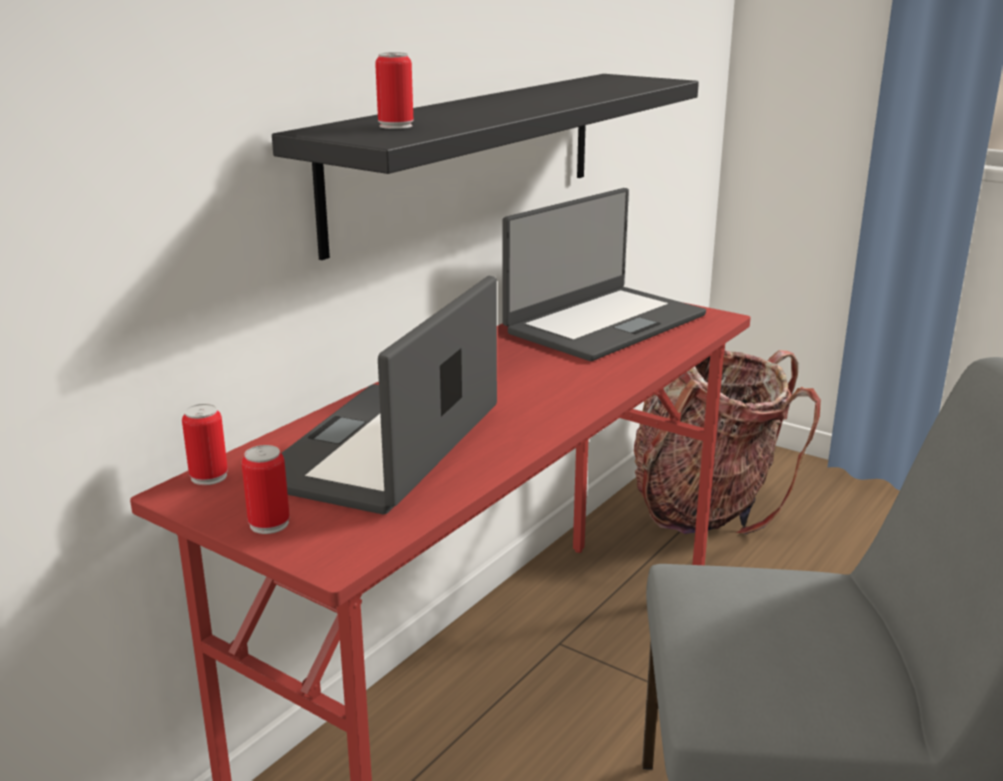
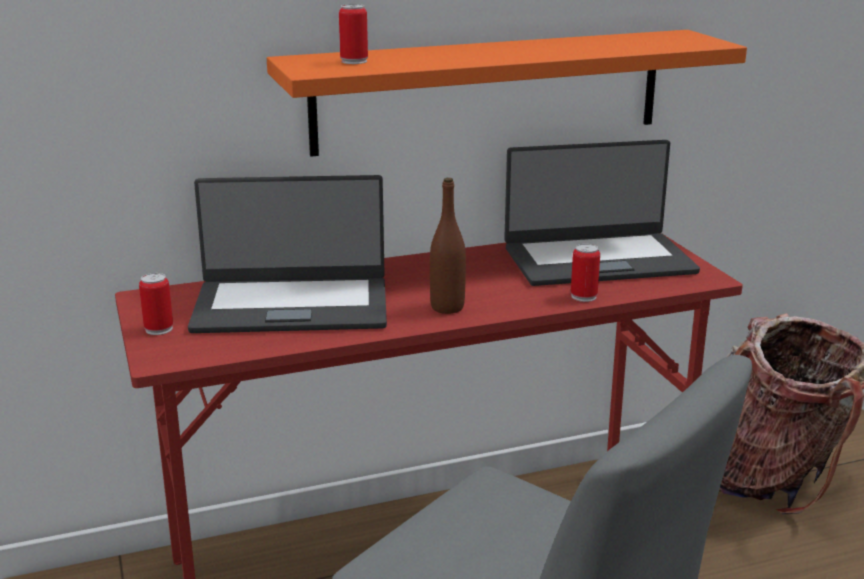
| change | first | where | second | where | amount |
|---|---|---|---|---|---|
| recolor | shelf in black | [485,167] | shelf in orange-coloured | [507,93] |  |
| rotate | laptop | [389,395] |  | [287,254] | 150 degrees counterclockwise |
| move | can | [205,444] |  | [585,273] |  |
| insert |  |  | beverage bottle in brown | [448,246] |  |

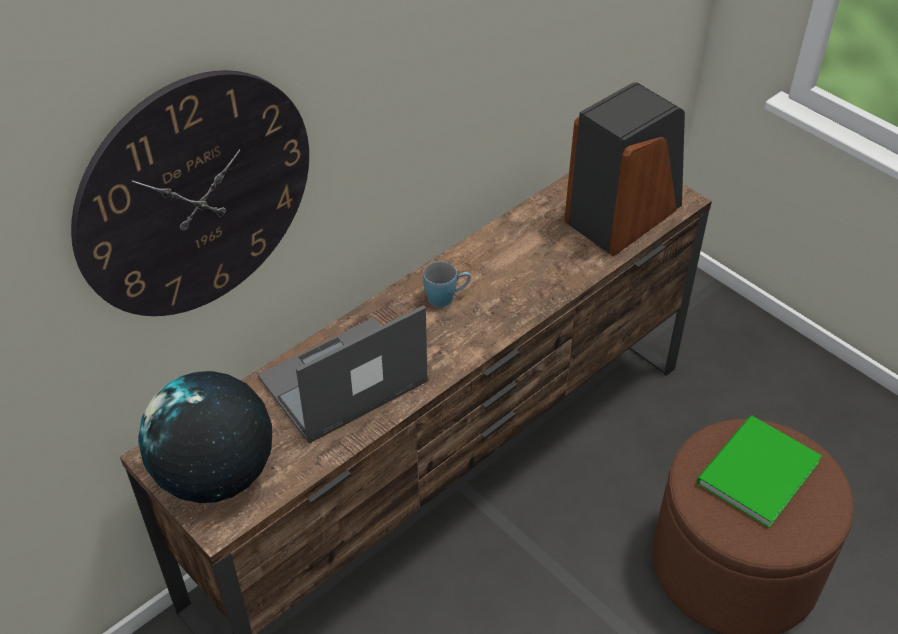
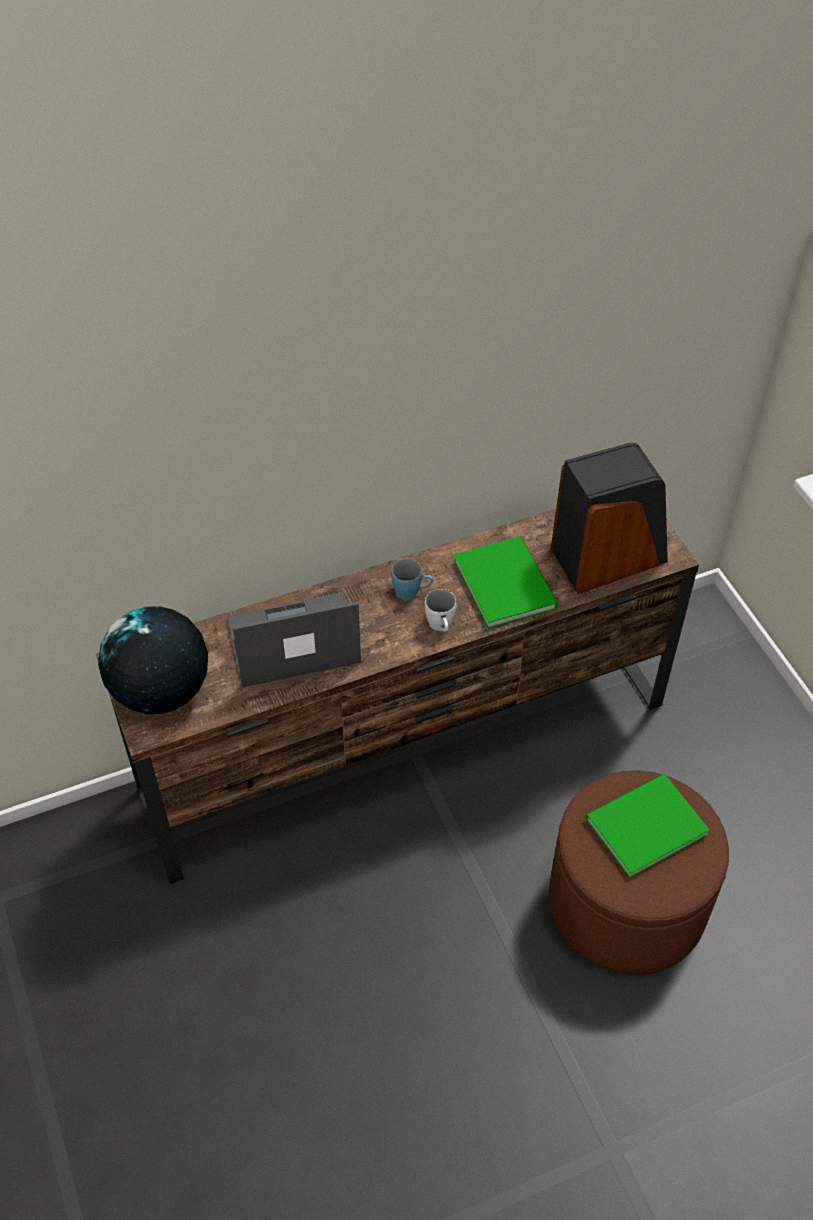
| change | first | where | second | where | amount |
|---|---|---|---|---|---|
| delete | clock on the wall | [190,193] |  |  |  |
| insert |  |  | book in green-coloured | [506,583] |  |
| insert |  |  | mug in white | [440,610] |  |

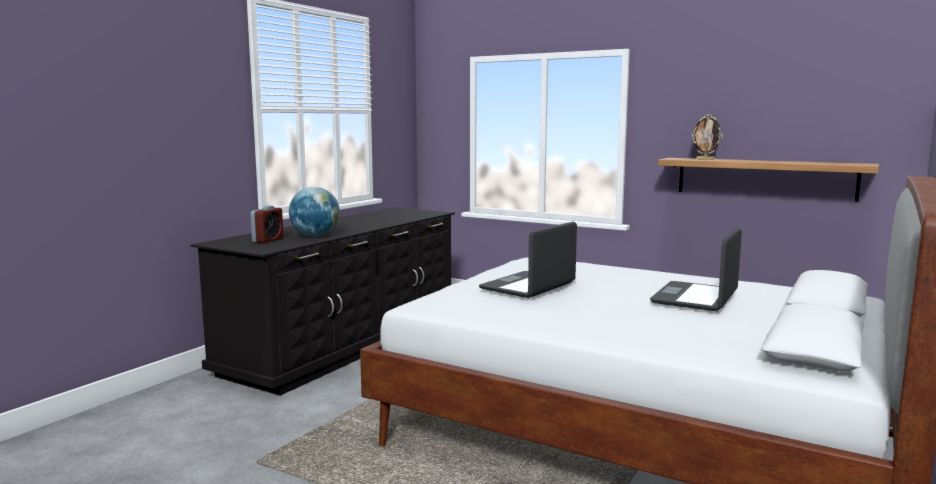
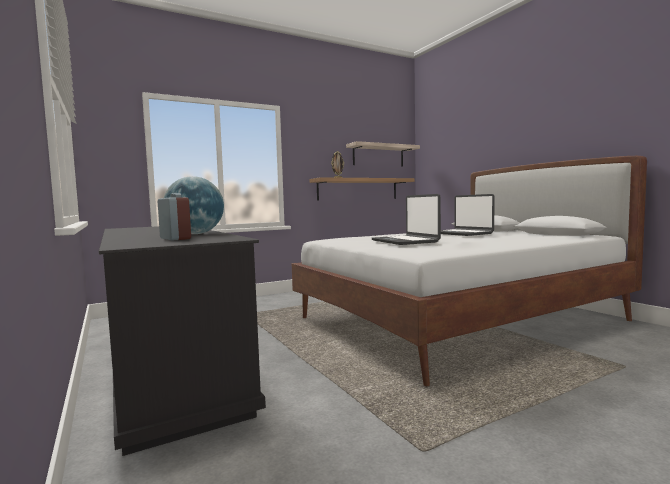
| change | first | where | second | where | amount |
|---|---|---|---|---|---|
| insert |  |  | shelf | [383,154] |  |

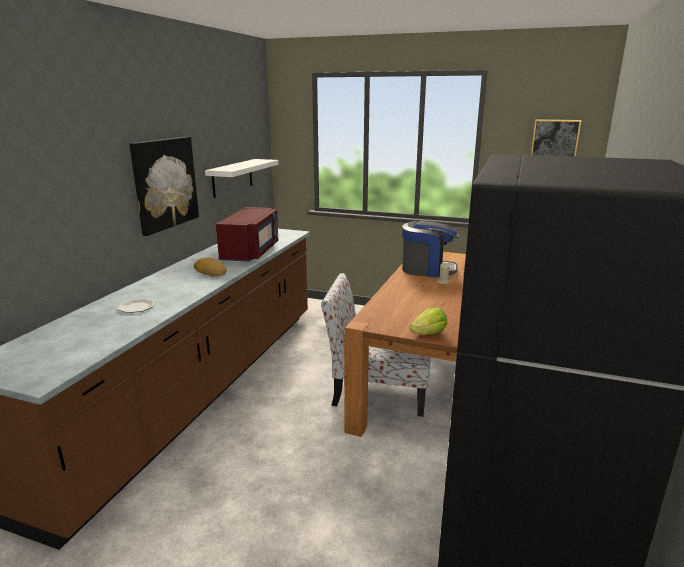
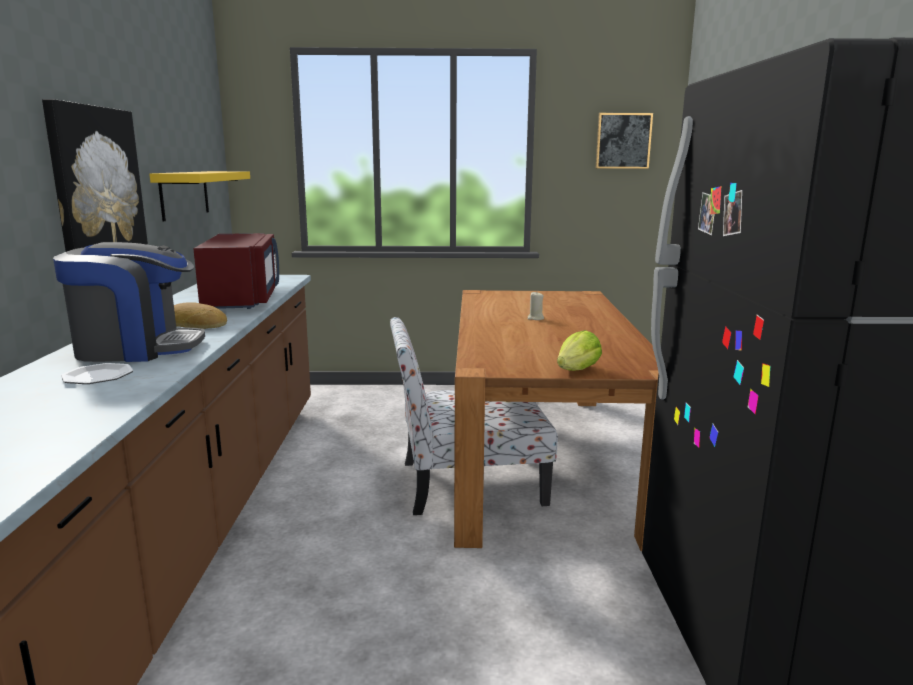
| change | first | where | second | where | amount |
|---|---|---|---|---|---|
| recolor | shelf in white | [242,178] | shelf in yellow | [199,196] |  |
| move | coffee brewer | [430,249] |  | [129,302] |  |

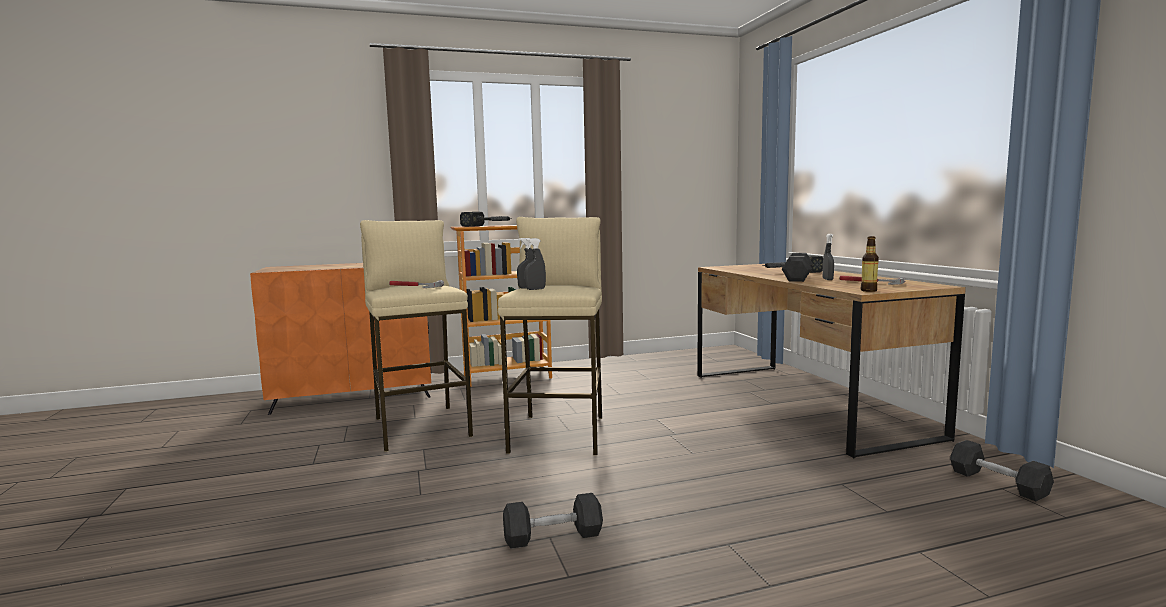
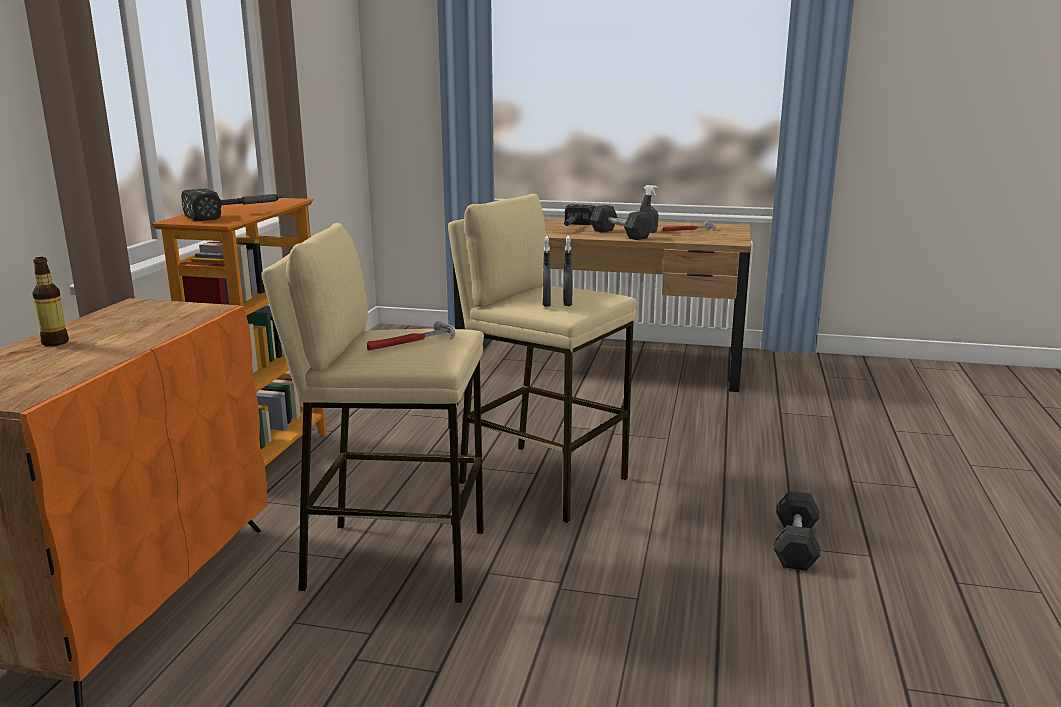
| change | first | where | second | where | amount |
|---|---|---|---|---|---|
| move | beverage bottle | [870,264] |  | [50,301] |  |
| delete | free weight in greyish | [1002,470] |  |  |  |

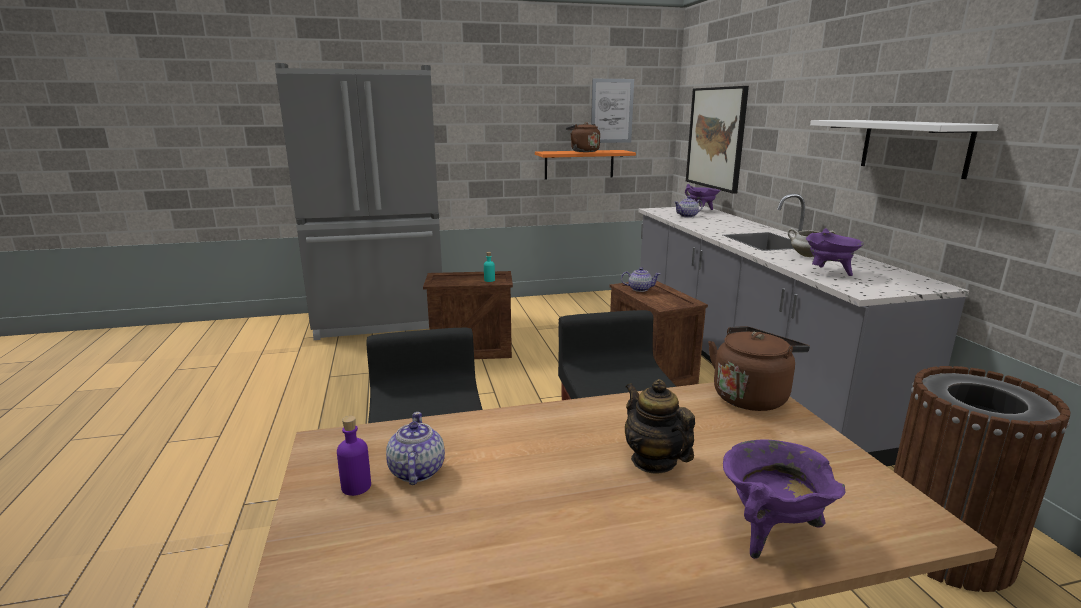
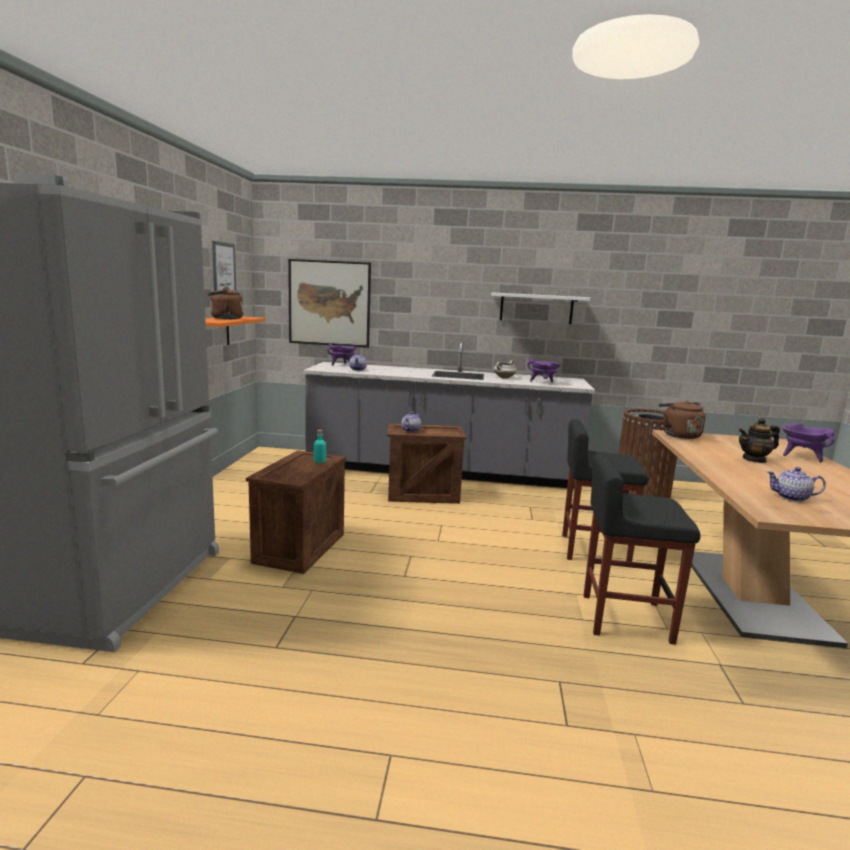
| change | first | where | second | where | amount |
|---|---|---|---|---|---|
| delete | beverage bottle in purple | [354,456] |  |  |  |

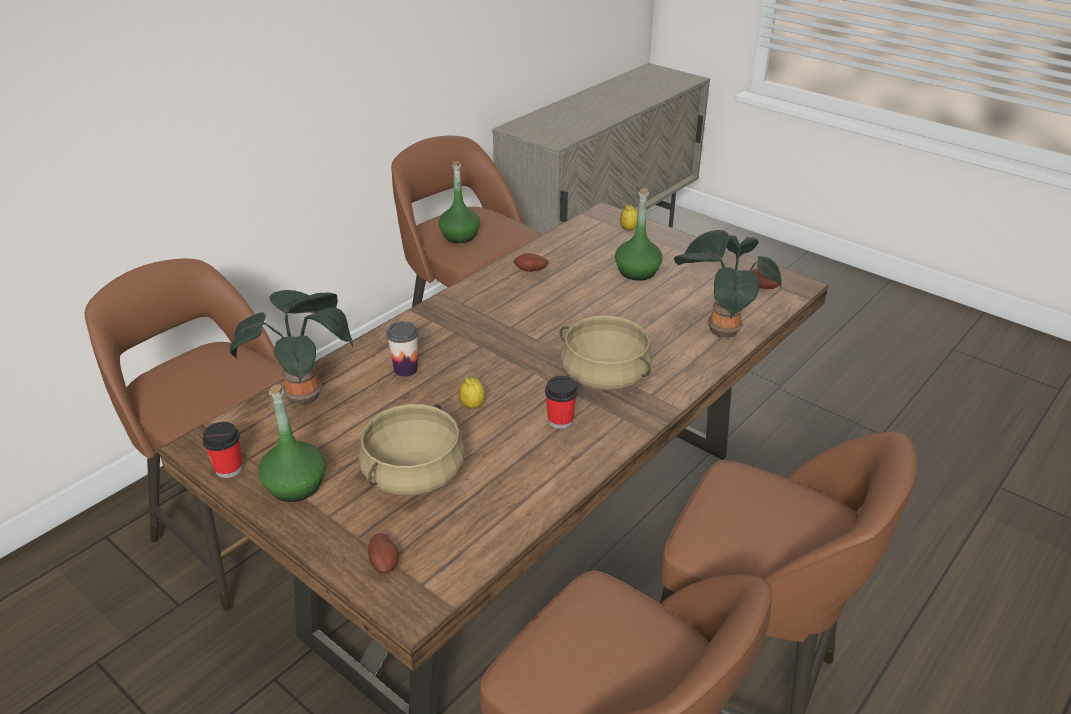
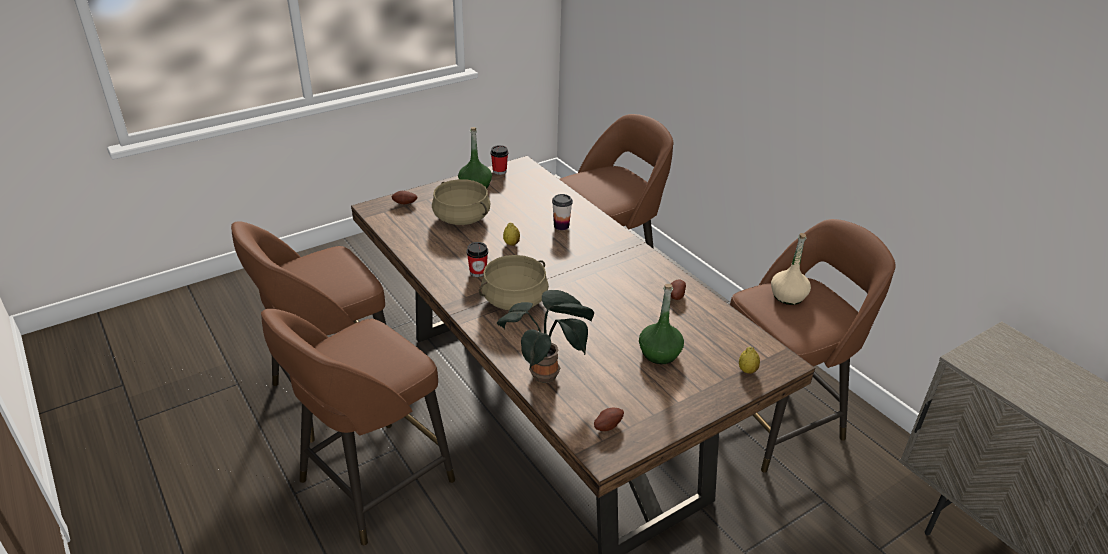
| change | first | where | second | where | amount |
|---|---|---|---|---|---|
| recolor | beverage bottle in green-coloured | [459,202] | beverage bottle in beige | [791,269] |  |
| delete | plant in a pot | [291,348] |  |  |  |

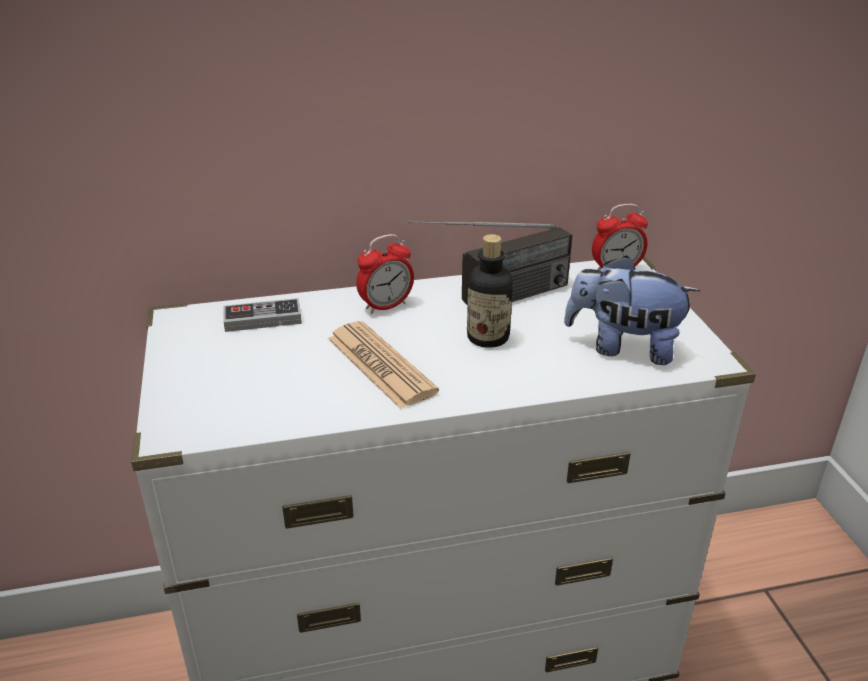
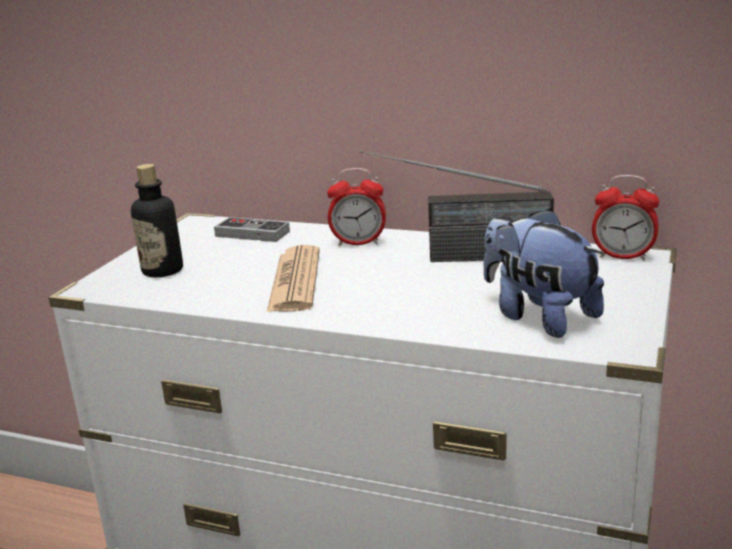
| change | first | where | second | where | amount |
|---|---|---|---|---|---|
| move | beverage bottle | [490,291] |  | [157,220] |  |

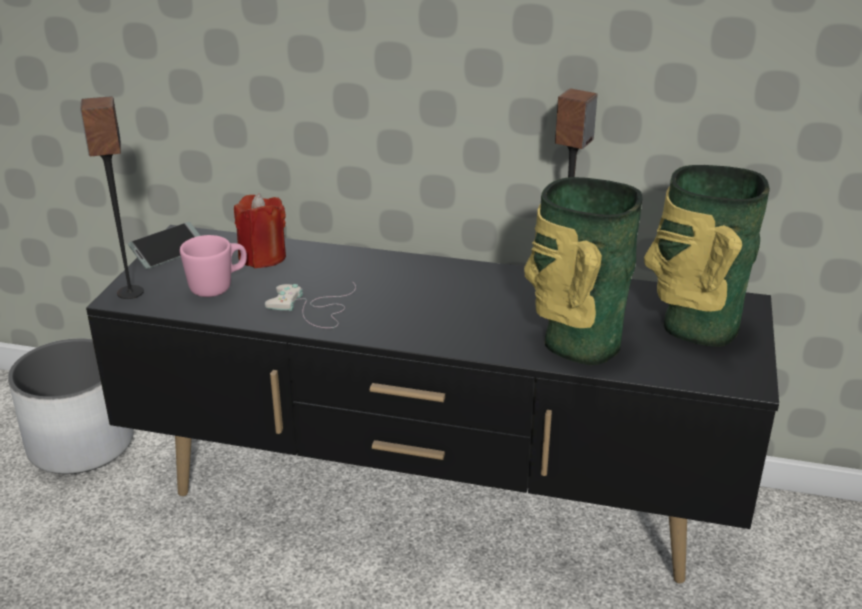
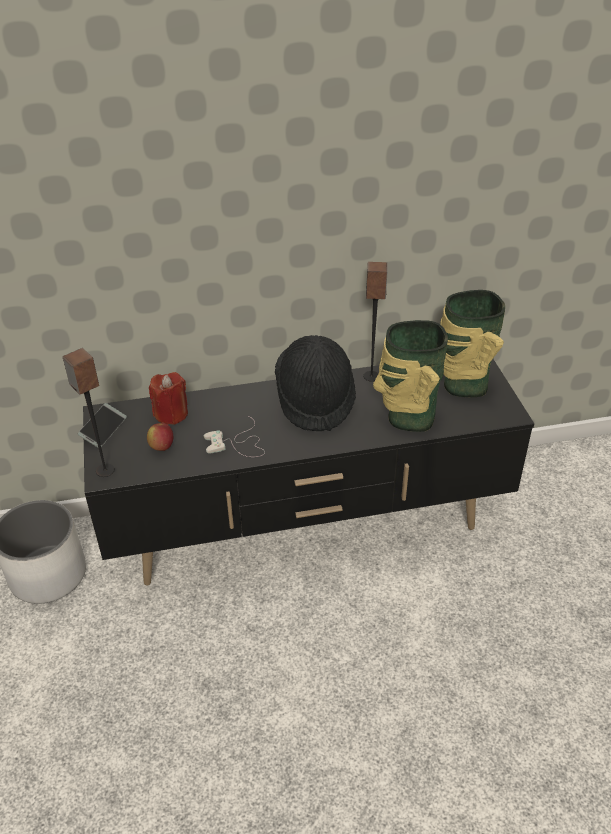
| change | first | where | second | where | amount |
|---|---|---|---|---|---|
| replace | mug in pink | [213,266] | whole apple | [160,437] |  |
| insert |  |  | clothing hat in black | [315,383] |  |

